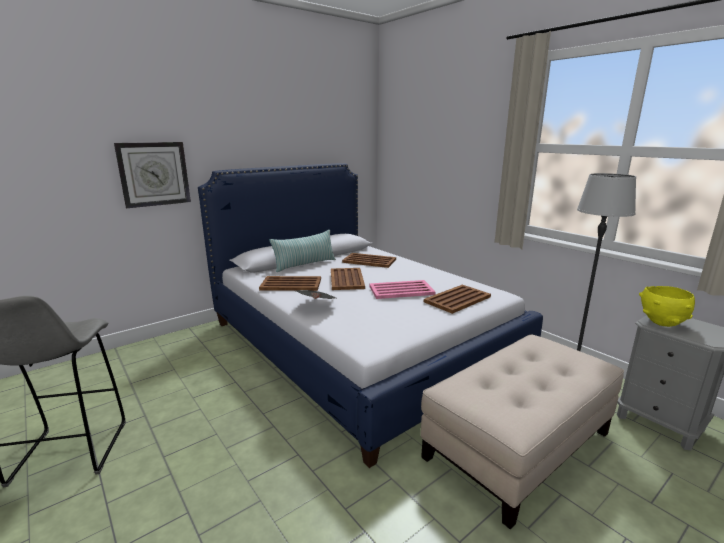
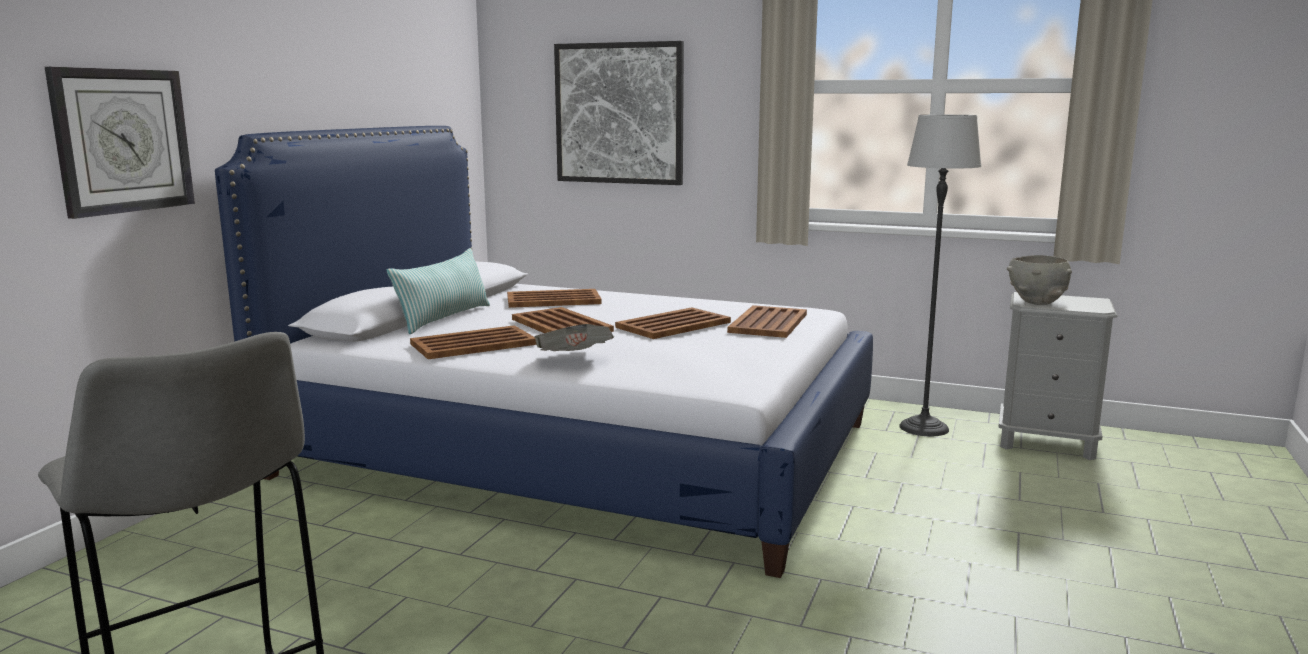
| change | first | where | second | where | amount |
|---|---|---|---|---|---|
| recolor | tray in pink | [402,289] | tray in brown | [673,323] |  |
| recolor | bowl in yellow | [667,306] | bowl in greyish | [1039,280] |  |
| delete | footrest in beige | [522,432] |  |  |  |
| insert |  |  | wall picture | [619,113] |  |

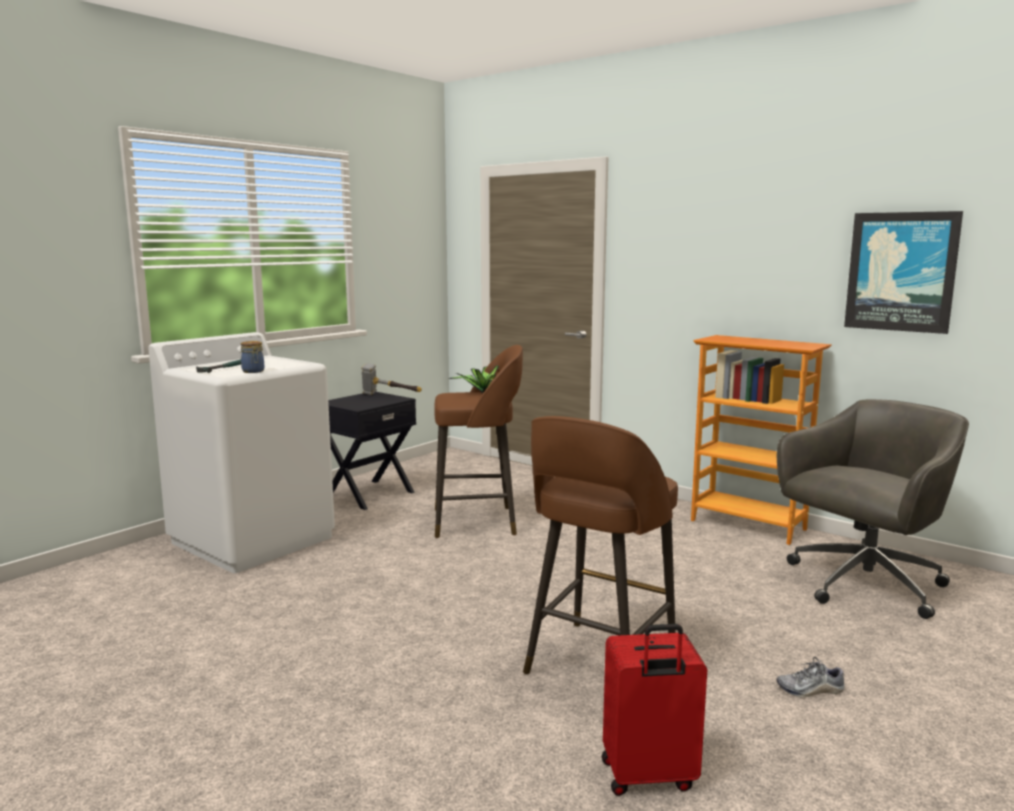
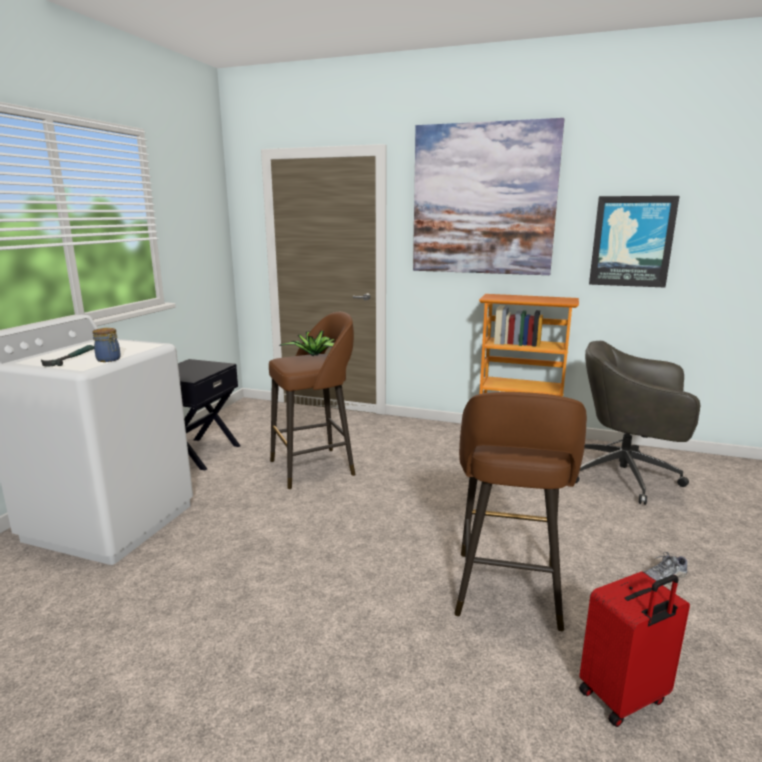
| change | first | where | second | where | amount |
|---|---|---|---|---|---|
| delete | hammer | [391,379] |  |  |  |
| rotate | computer chair in greyish | [873,509] |  | [637,423] | 105 degrees counterclockwise |
| insert |  |  | wall picture | [488,196] |  |

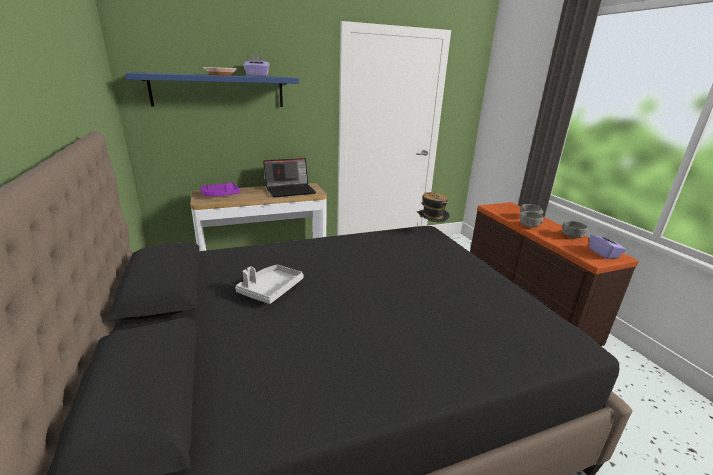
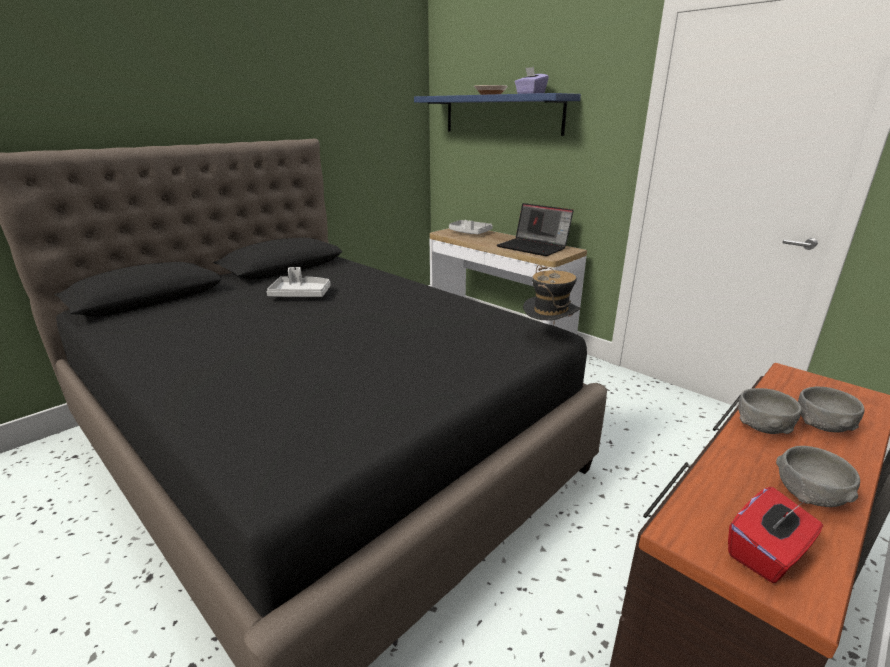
| change | first | where | second | where | amount |
|---|---|---|---|---|---|
| recolor | tray in purple | [220,189] | tray in greyish | [471,227] |  |
| recolor | tissue box in purple | [607,245] | tissue box in reddish | [775,535] |  |

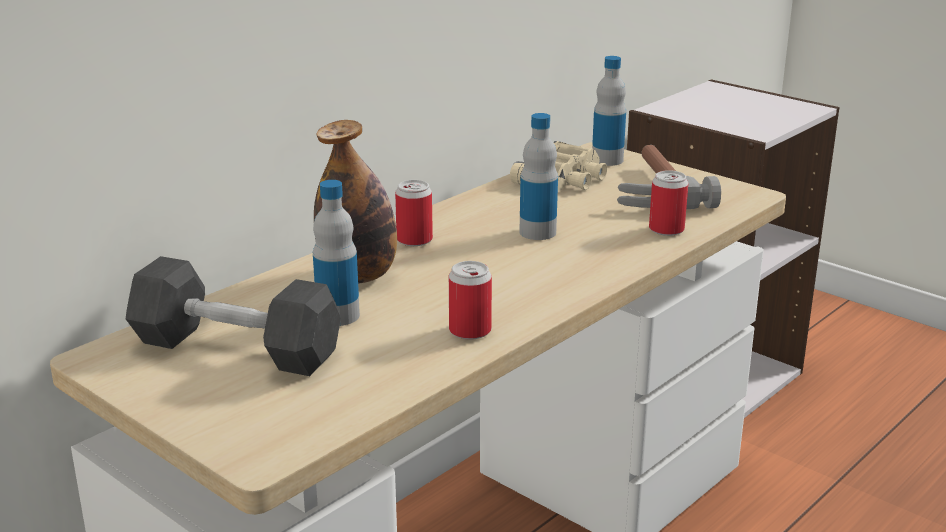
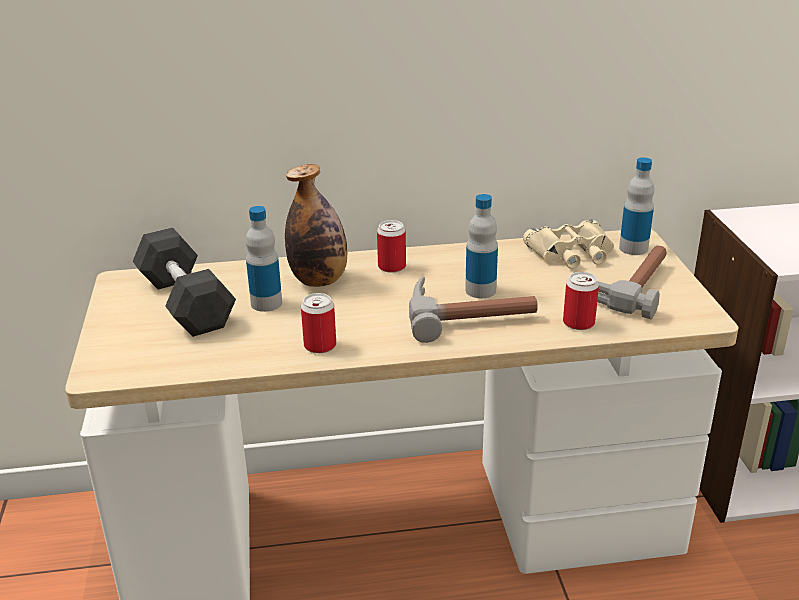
| change | first | where | second | where | amount |
|---|---|---|---|---|---|
| insert |  |  | hammer | [473,309] |  |

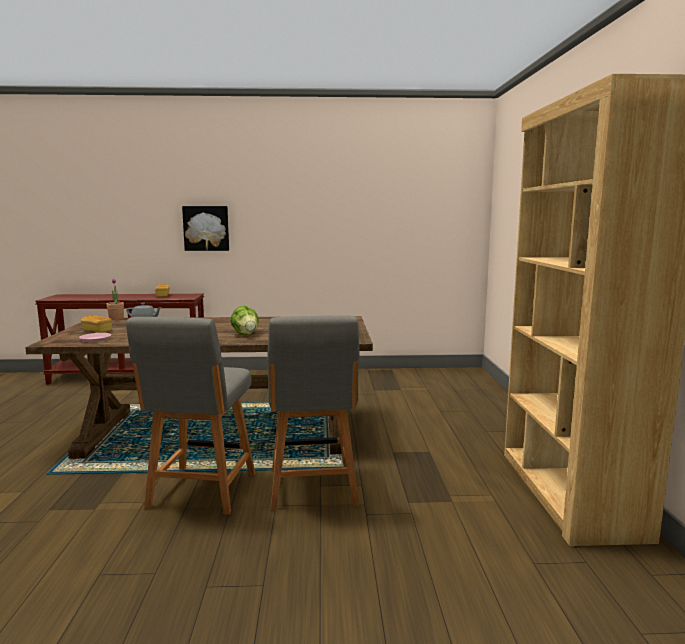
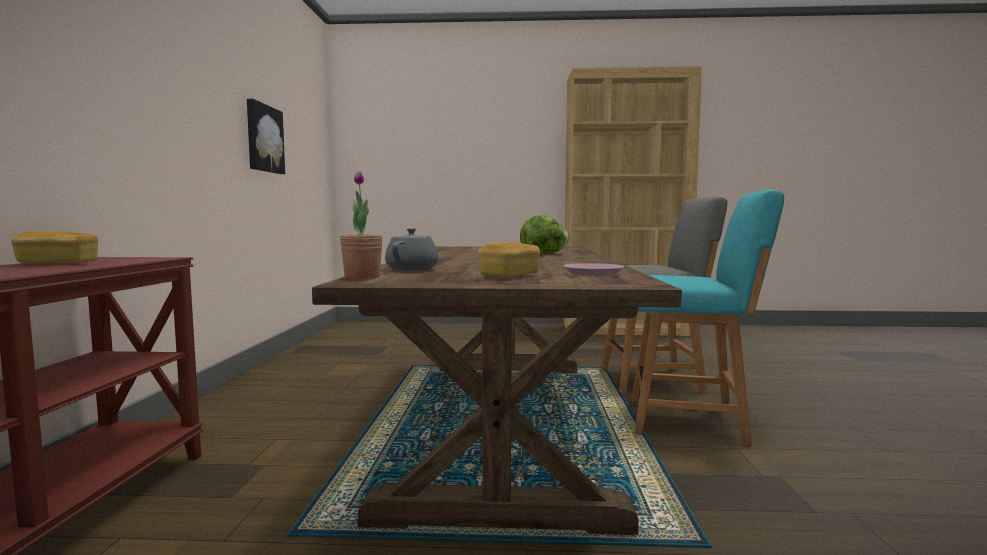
| change | first | where | second | where | amount |
|---|---|---|---|---|---|
| move | wall picture | [205,228] |  | [266,136] |  |
| recolor | upright chair in greyish | [190,416] | upright chair in turquoise-coloured | [707,317] |  |

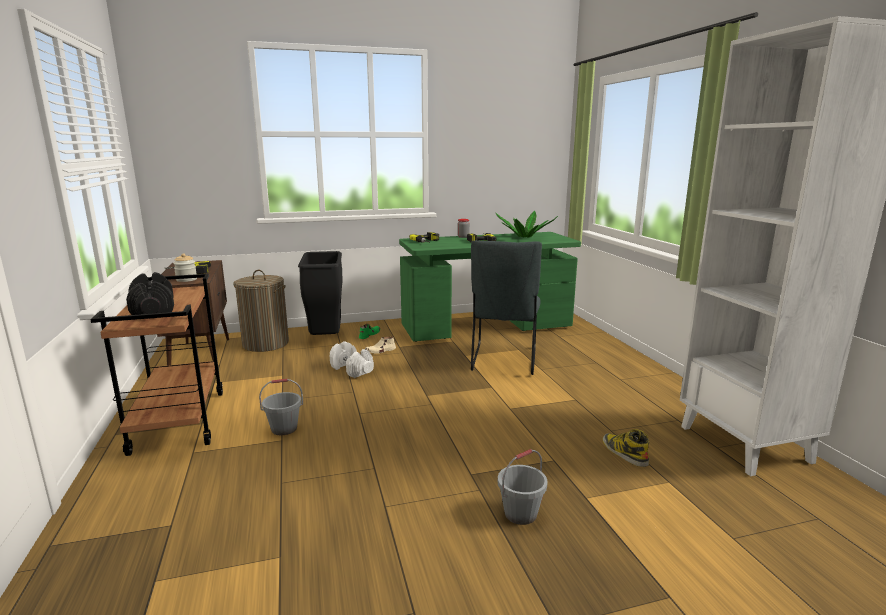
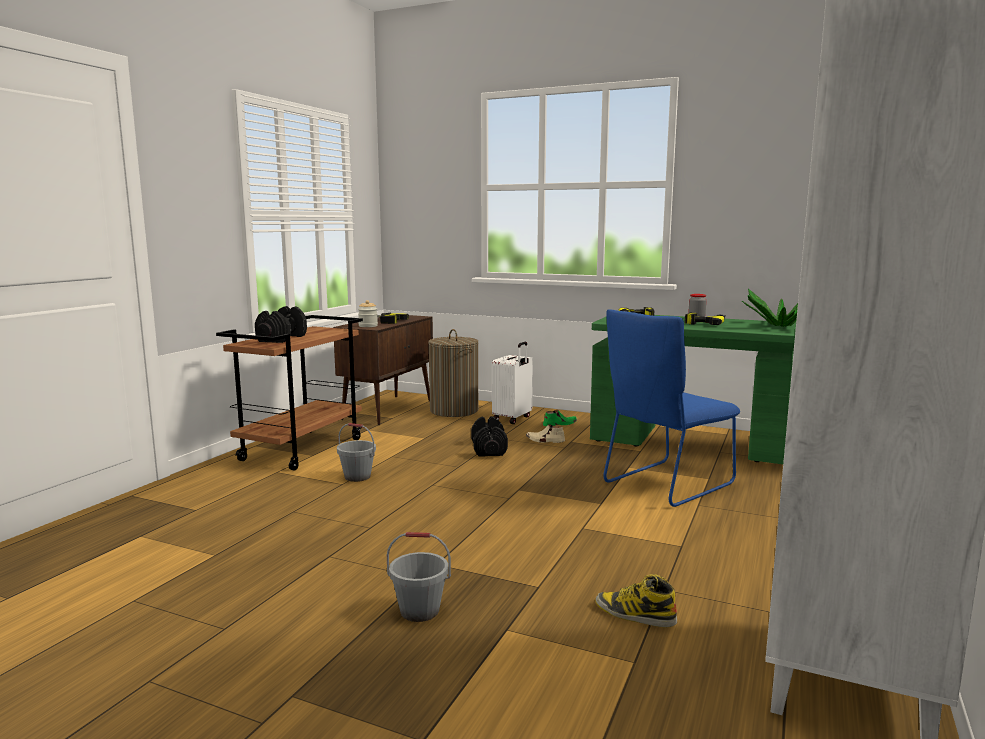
| change | first | where | second | where | amount |
|---|---|---|---|---|---|
| recolor | upright chair in greyish | [506,307] | upright chair in blue | [671,408] |  |
| replace | waste bin in black | [320,293] | suitcase in white | [512,383] |  |
| recolor | free weight in white | [352,359] | free weight in black | [489,436] |  |
| rotate | tall boot | [626,448] |  | [636,601] | 75 degrees counterclockwise |

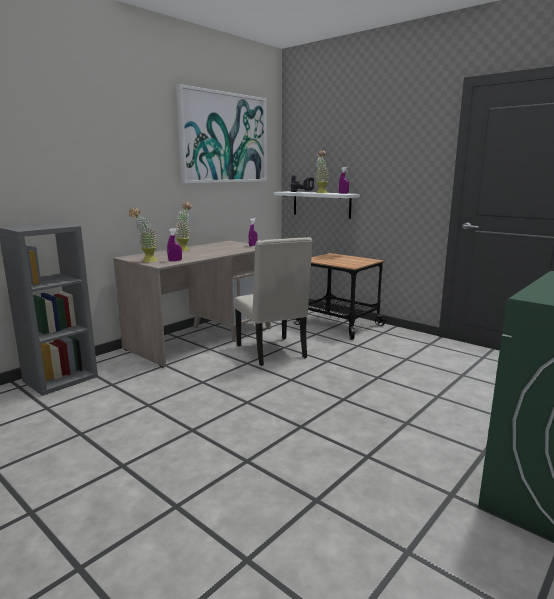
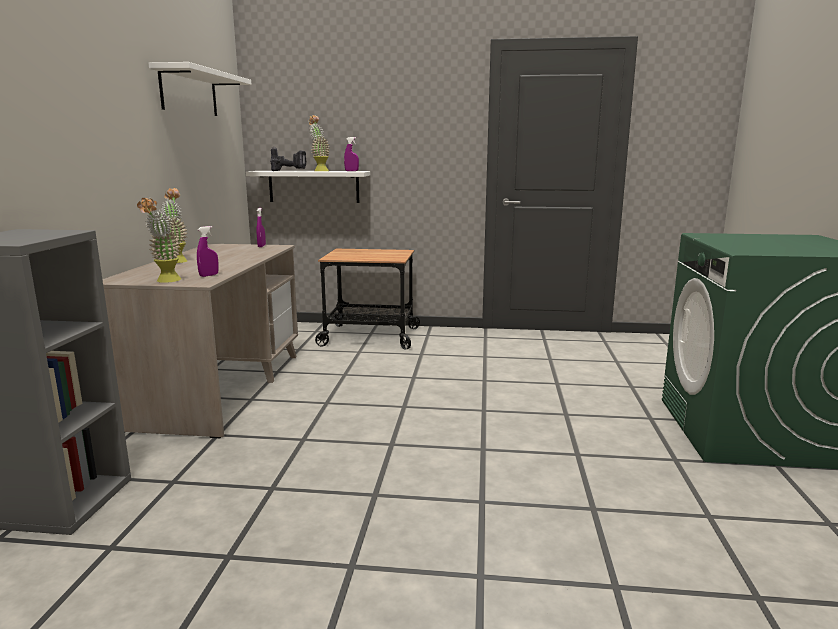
| change | first | where | second | where | amount |
|---|---|---|---|---|---|
| replace | wall picture | [221,133] | shelf in white | [200,89] |  |
| delete | upright chair in beige | [273,301] |  |  |  |

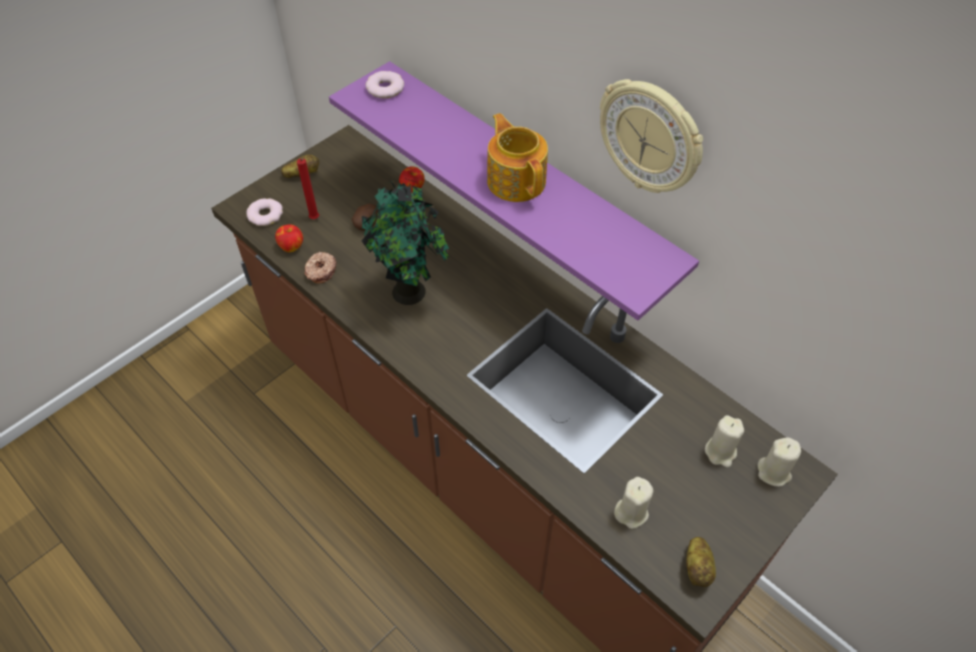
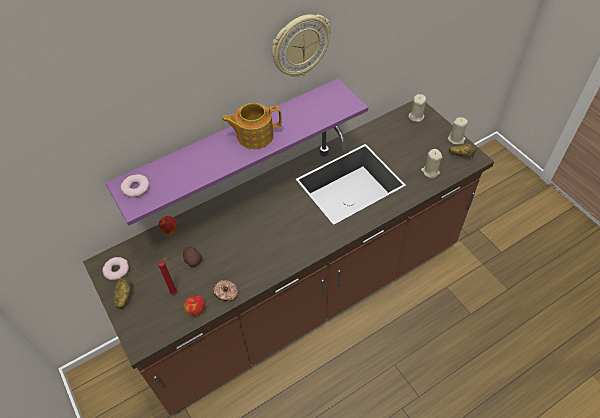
| change | first | where | second | where | amount |
|---|---|---|---|---|---|
| delete | plant in a pot | [405,241] |  |  |  |
| move | ring doughnut | [265,212] |  | [115,268] |  |
| move | candle in beige | [724,441] |  | [458,131] |  |

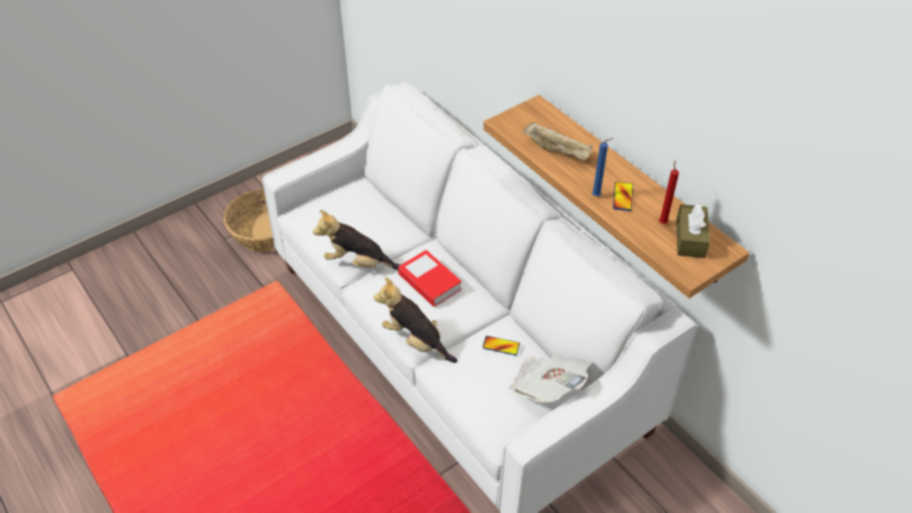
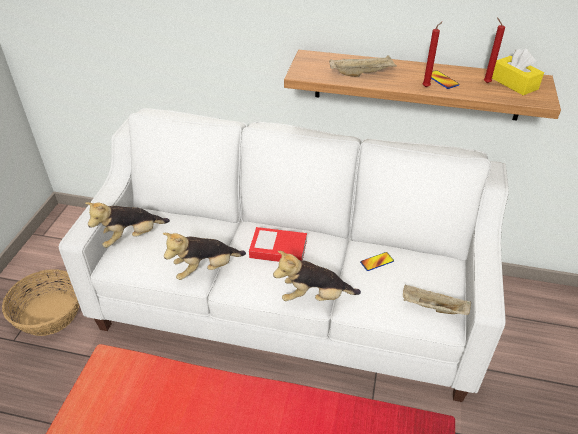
| change | first | where | second | where | amount |
|---|---|---|---|---|---|
| recolor | candle in blue | [602,167] | candle in reddish | [433,54] |  |
| recolor | tissue box in brown | [693,230] | tissue box in yellow | [518,71] |  |
| delete | printed paper | [549,378] |  |  |  |
| insert |  |  | plush toy | [127,225] |  |
| insert |  |  | tray in beige | [437,299] |  |

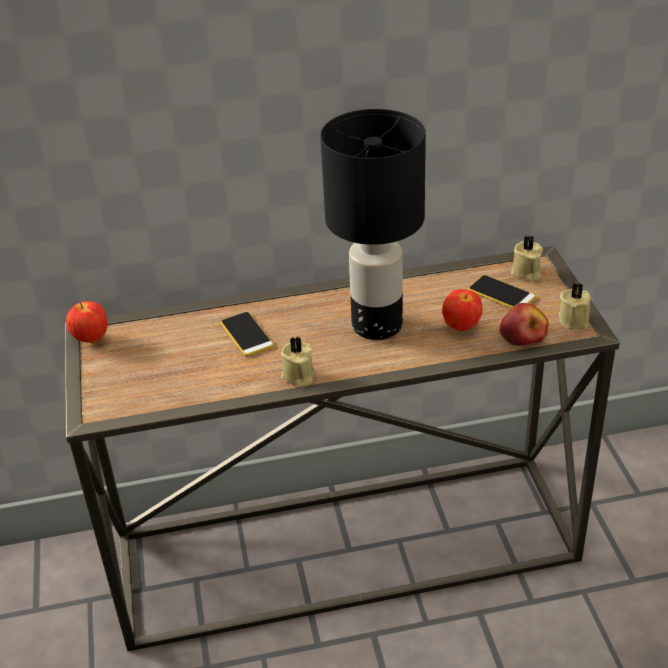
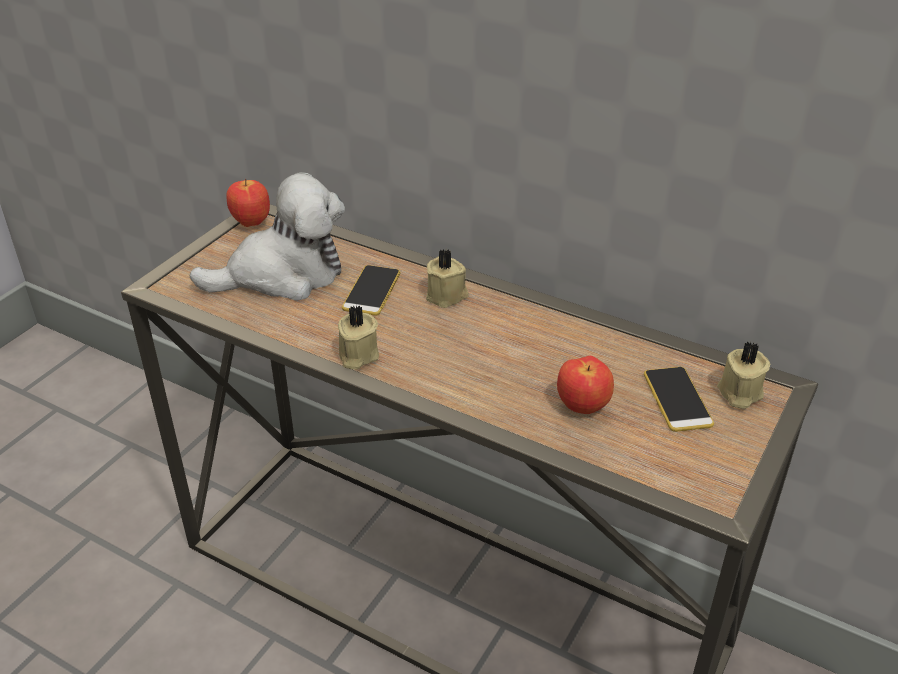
| change | first | where | second | where | amount |
|---|---|---|---|---|---|
| delete | table lamp in black | [373,224] |  |  |  |
| move | candle in beige | [575,306] |  | [447,279] |  |
| delete | whole apple | [524,324] |  |  |  |
| insert |  |  | plush toy | [267,236] |  |

